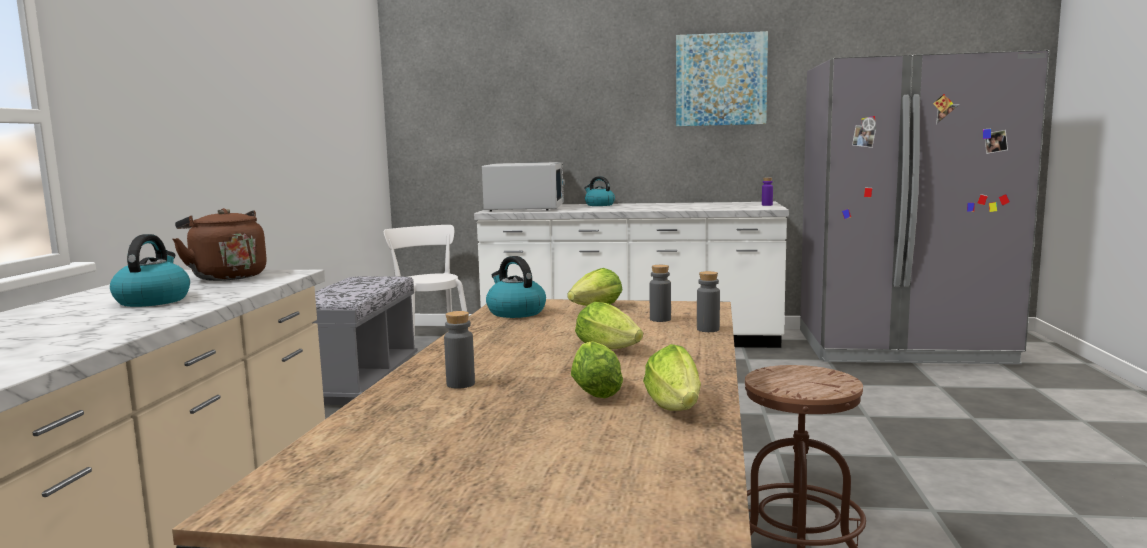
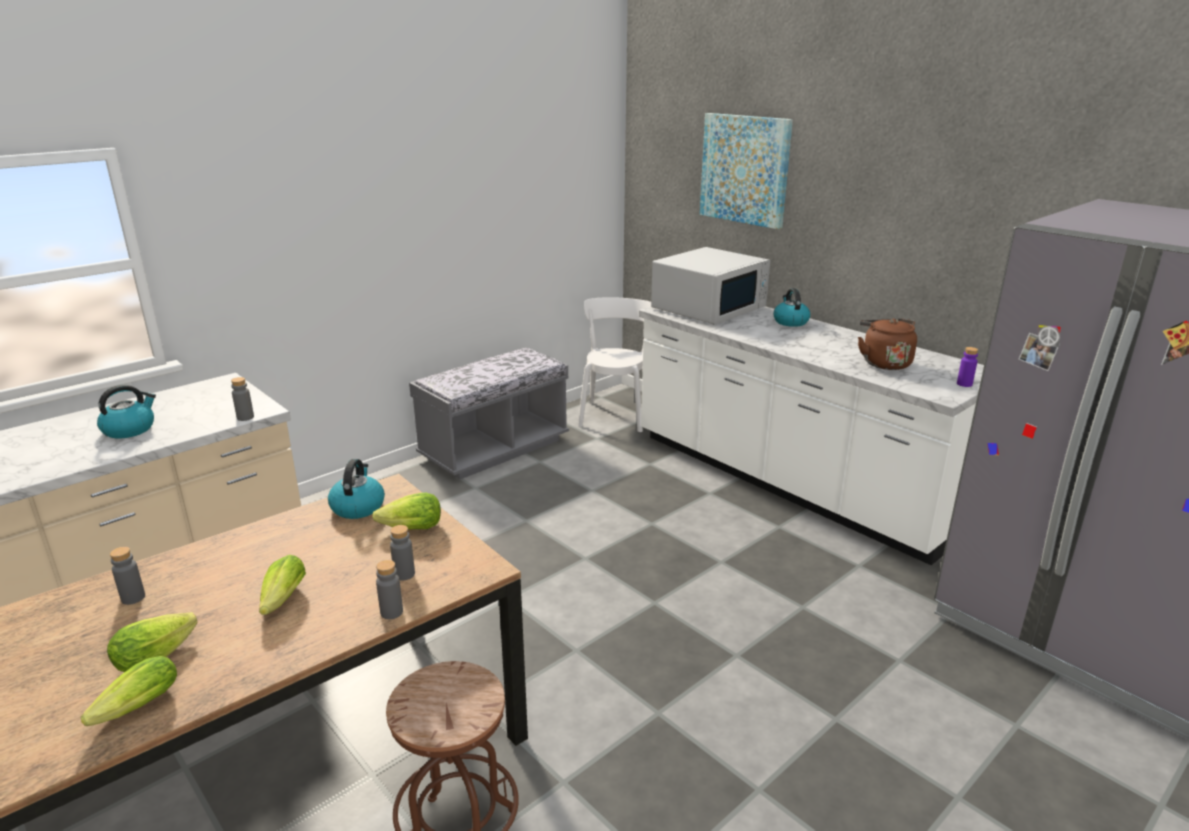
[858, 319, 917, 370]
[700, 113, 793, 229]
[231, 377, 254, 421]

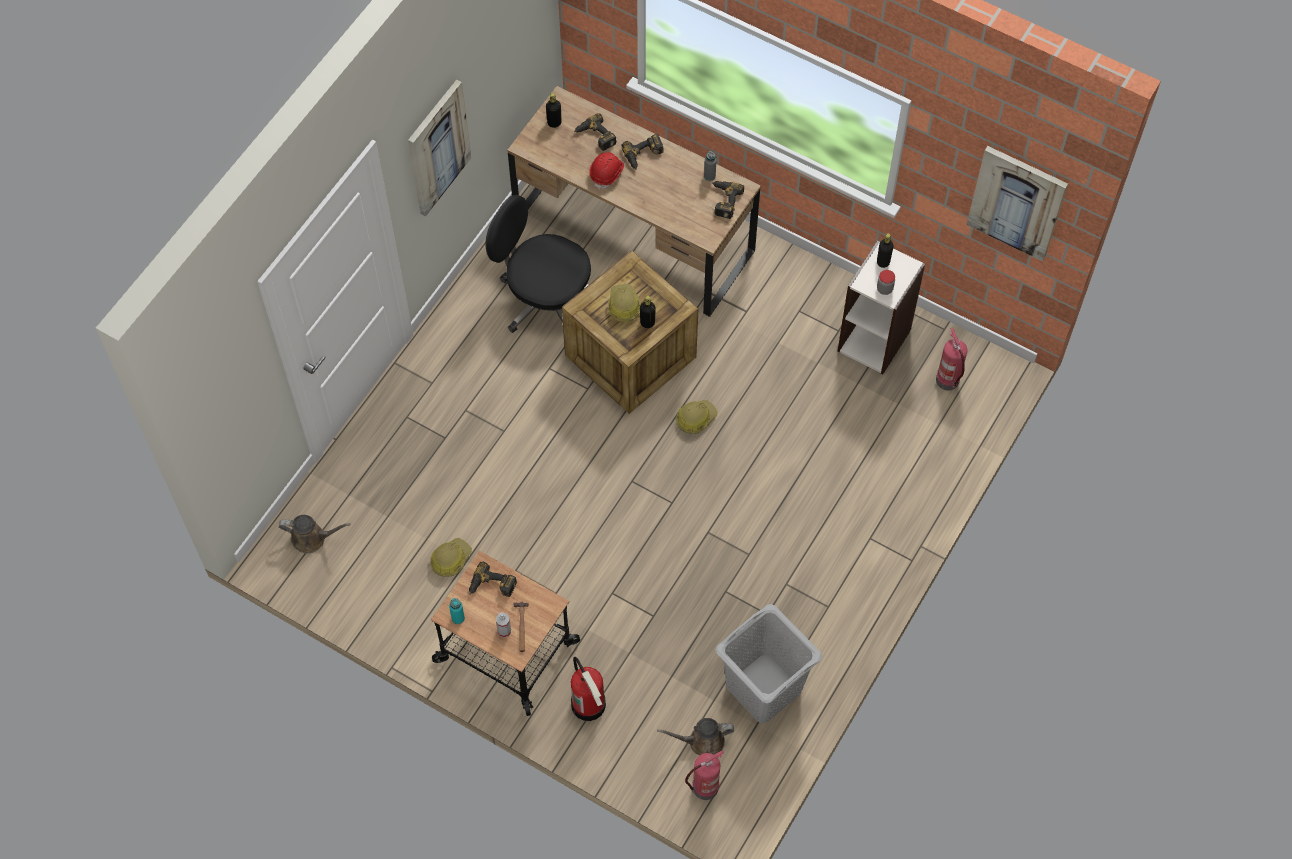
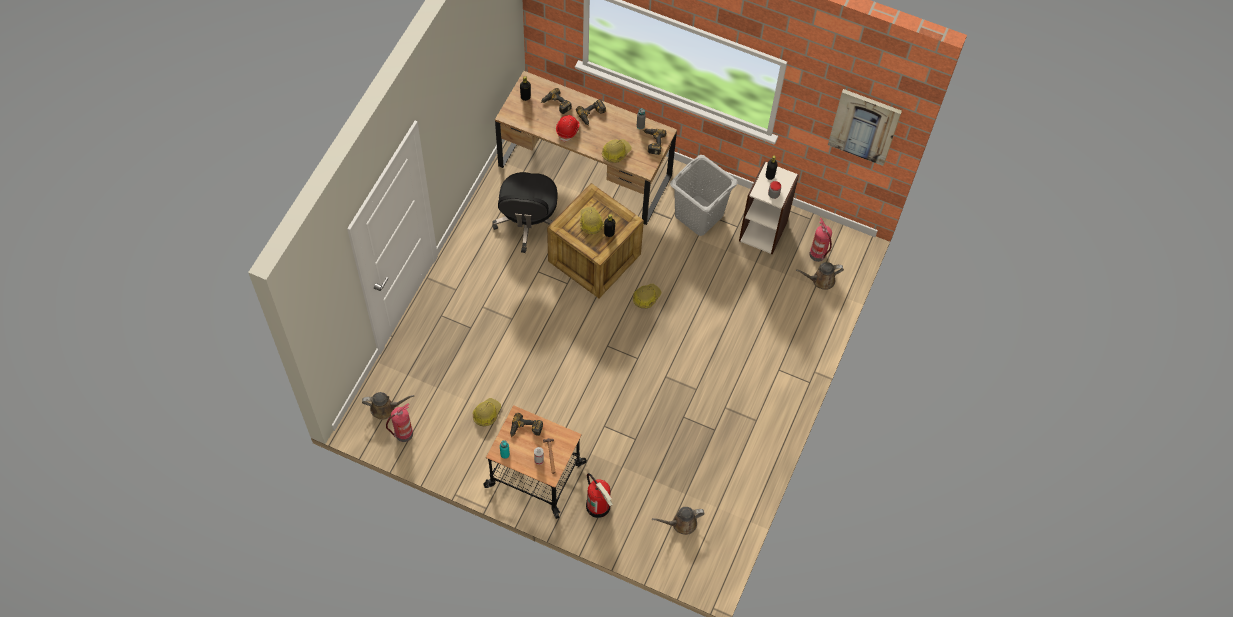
[408, 79, 471, 217] (first image)
[492, 172, 558, 253]
[386, 403, 413, 442]
[670, 155, 738, 236]
[602, 139, 632, 163]
[796, 262, 844, 290]

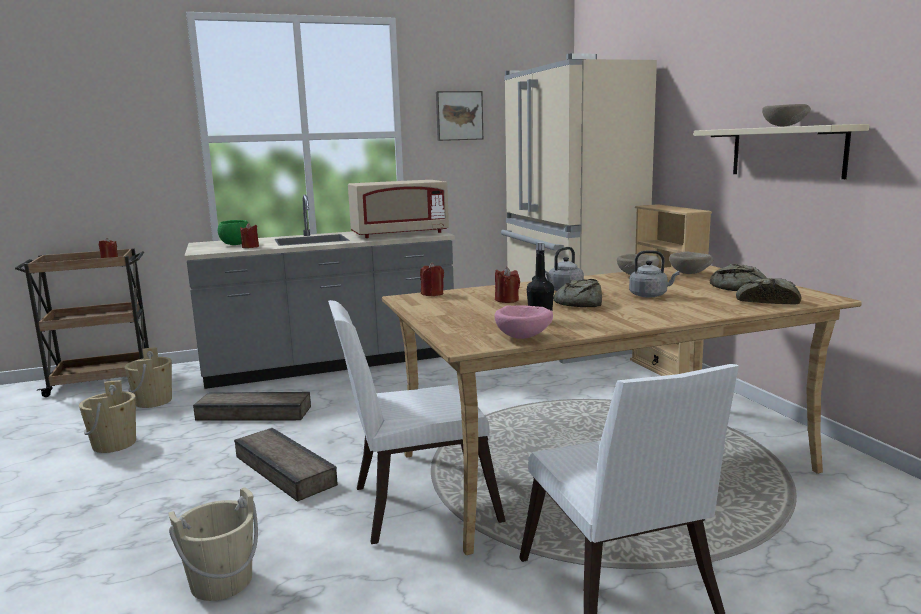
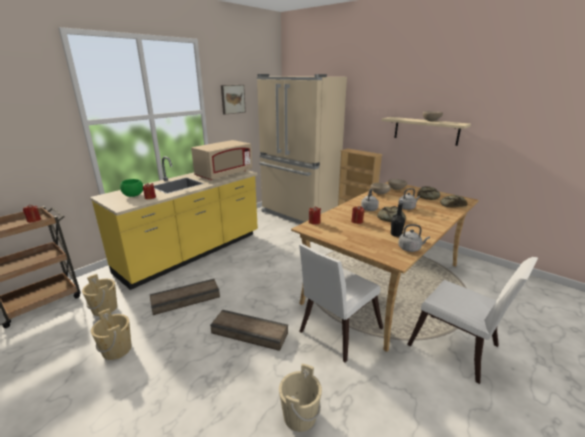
[90, 156, 258, 290]
[398, 224, 430, 252]

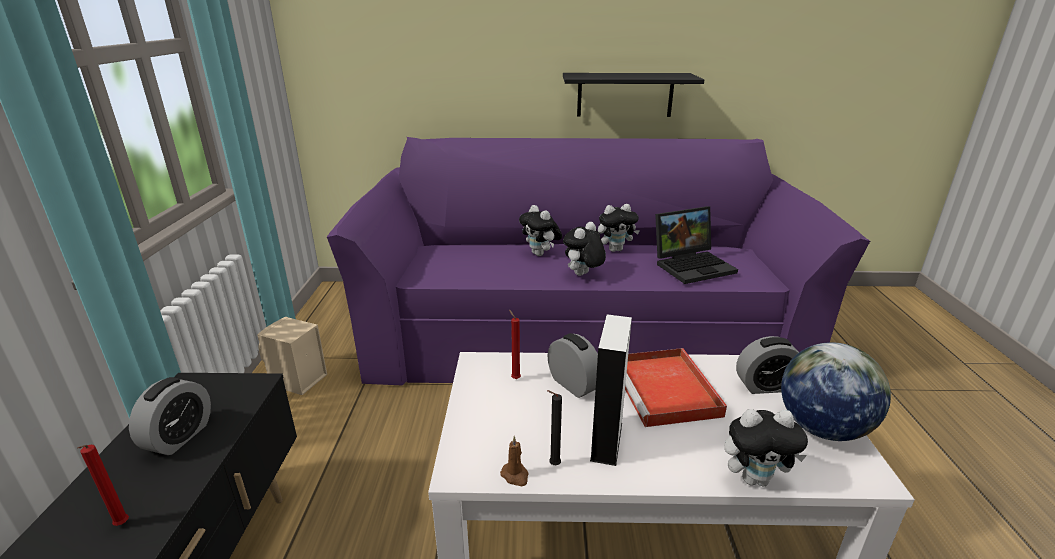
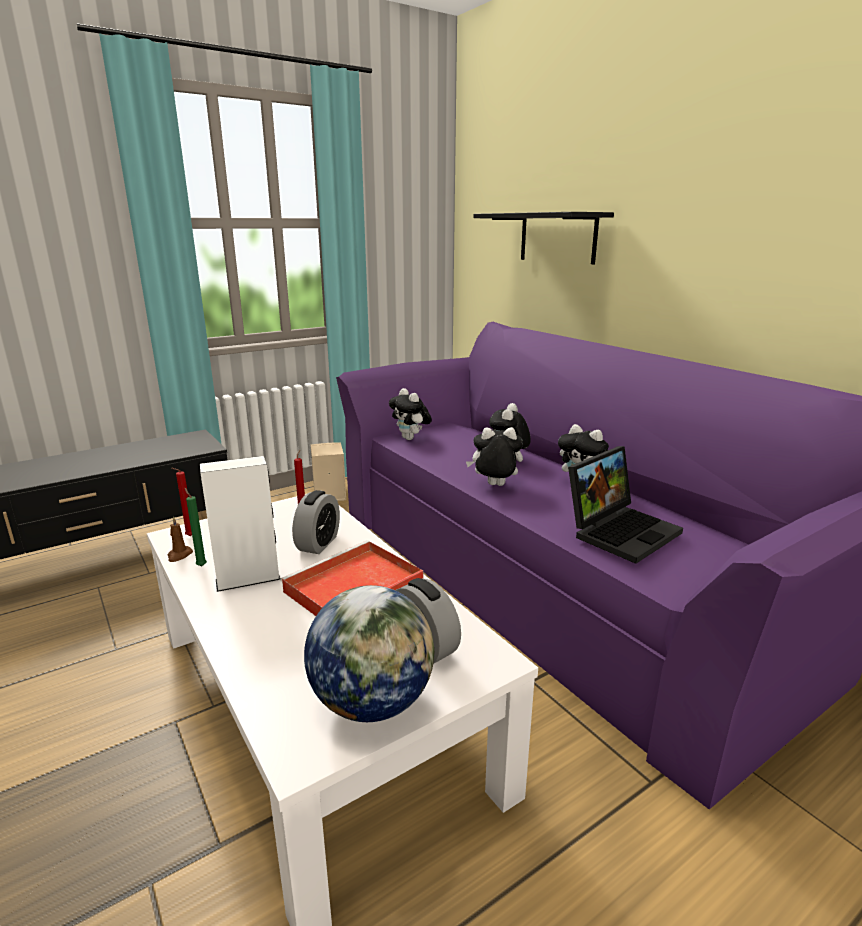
[172, 468, 192, 536]
[129, 377, 211, 455] (first image)
[185, 488, 207, 566]
[473, 212, 614, 264]
[568, 446, 683, 564]
[389, 388, 432, 440]

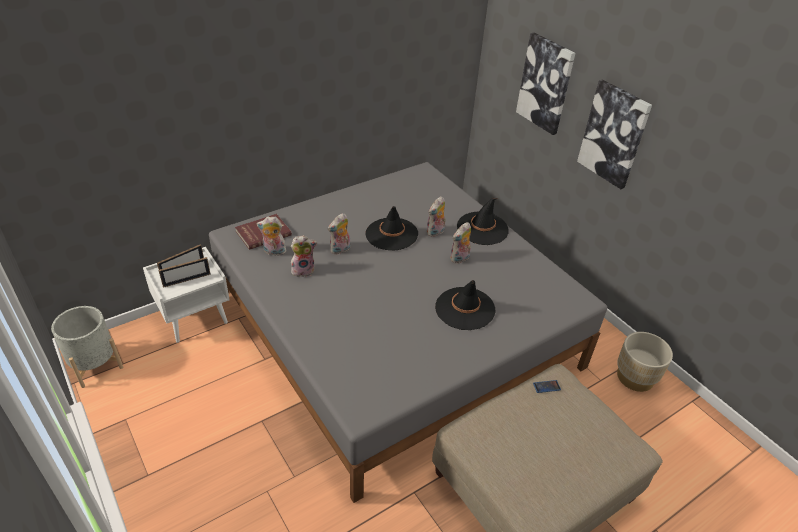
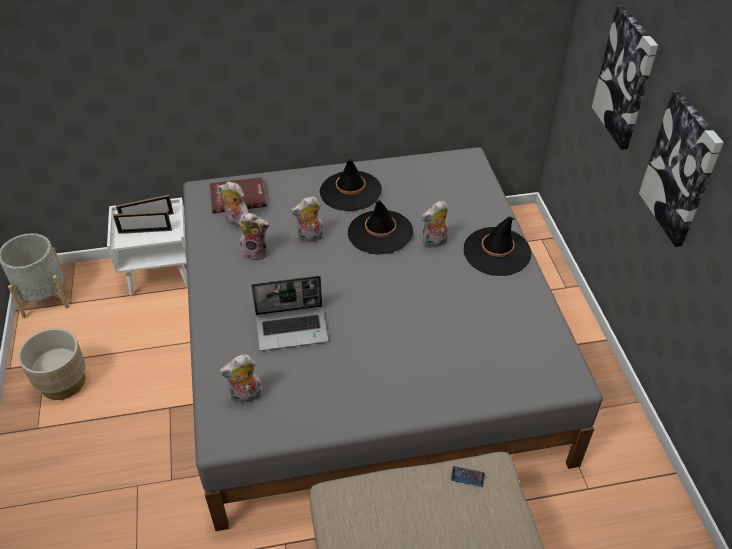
[320, 159, 382, 211]
[219, 354, 262, 404]
[18, 328, 85, 400]
[251, 276, 329, 351]

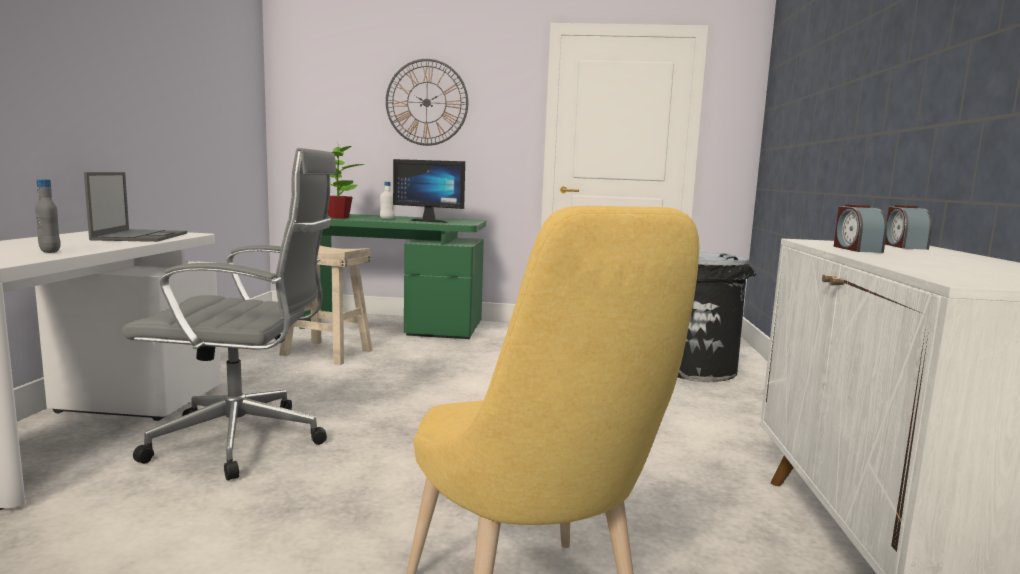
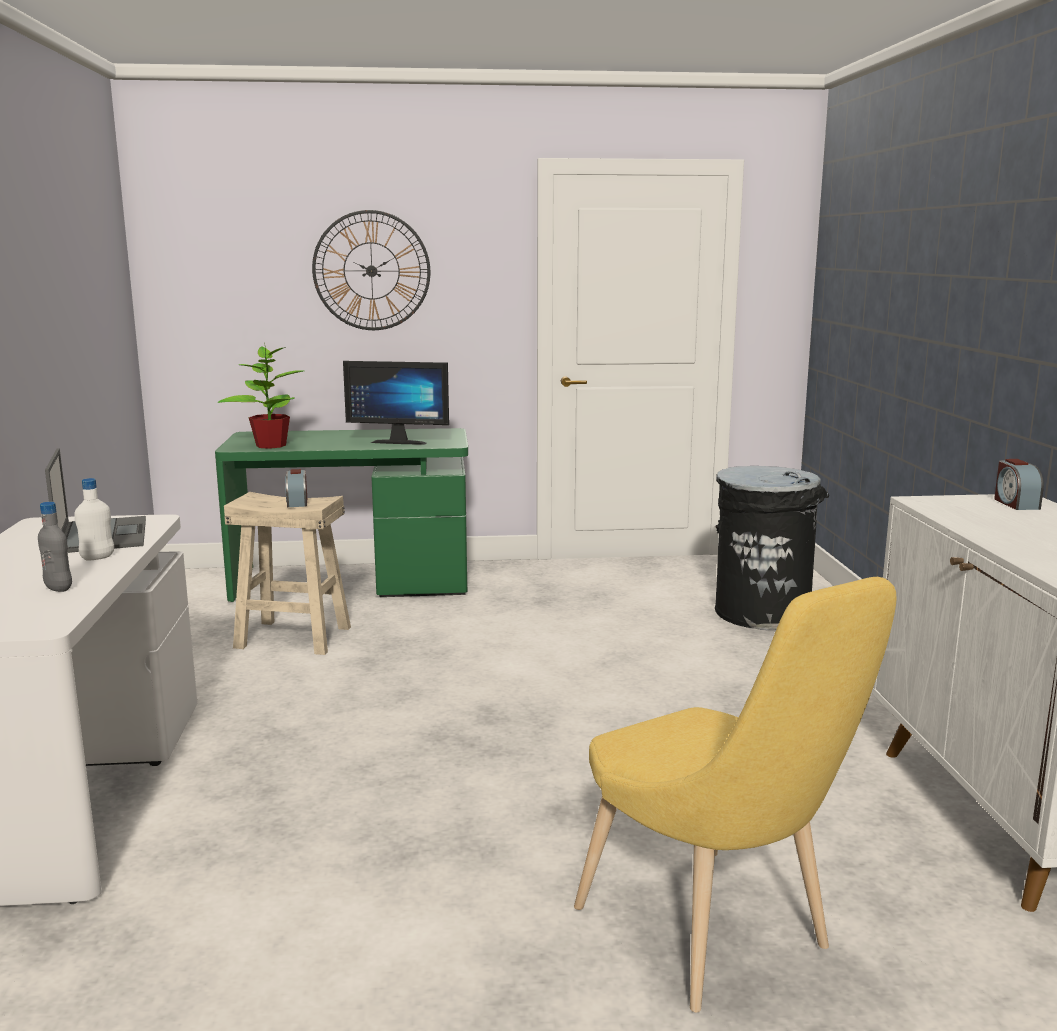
[121, 148, 337, 481] (first image)
[74, 478, 114, 560]
[285, 469, 307, 507]

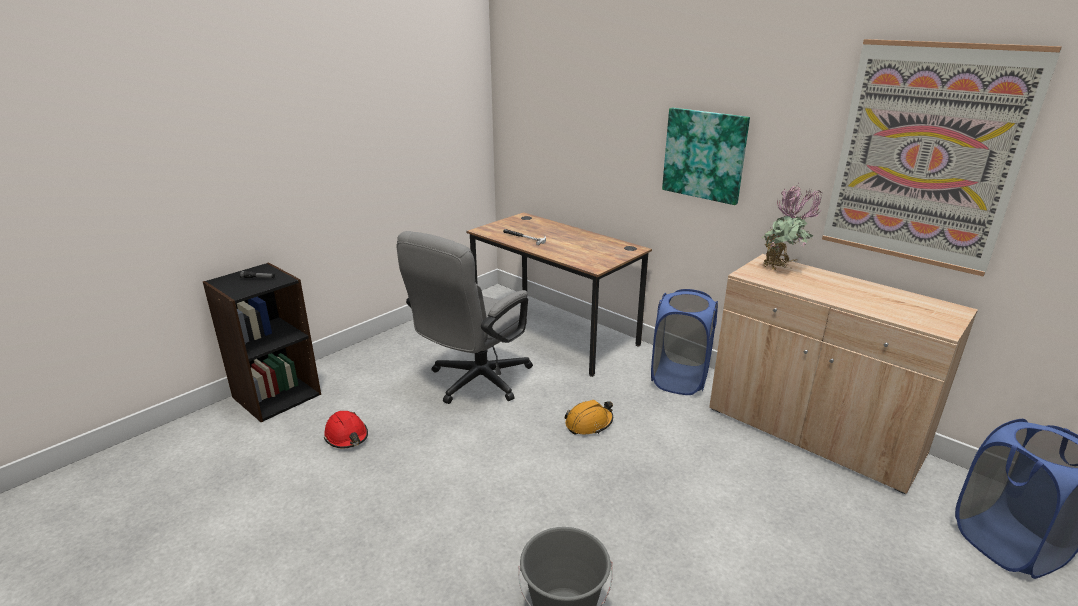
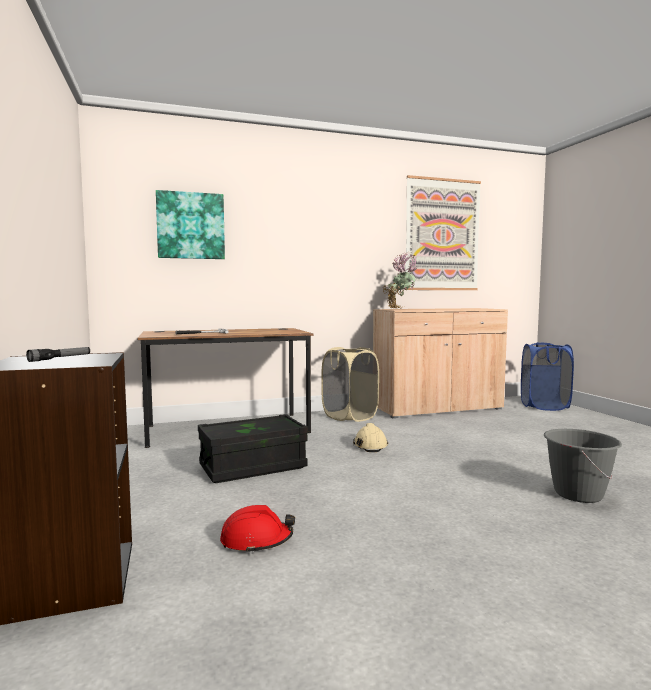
[198, 414, 308, 483]
[353, 423, 388, 452]
[322, 347, 379, 422]
[156, 190, 225, 259]

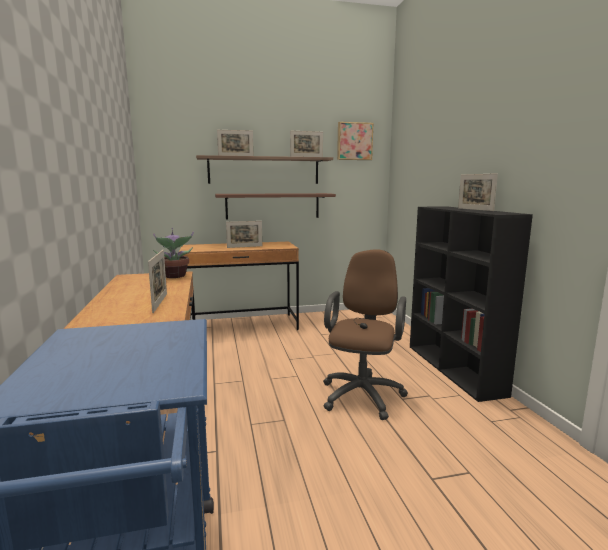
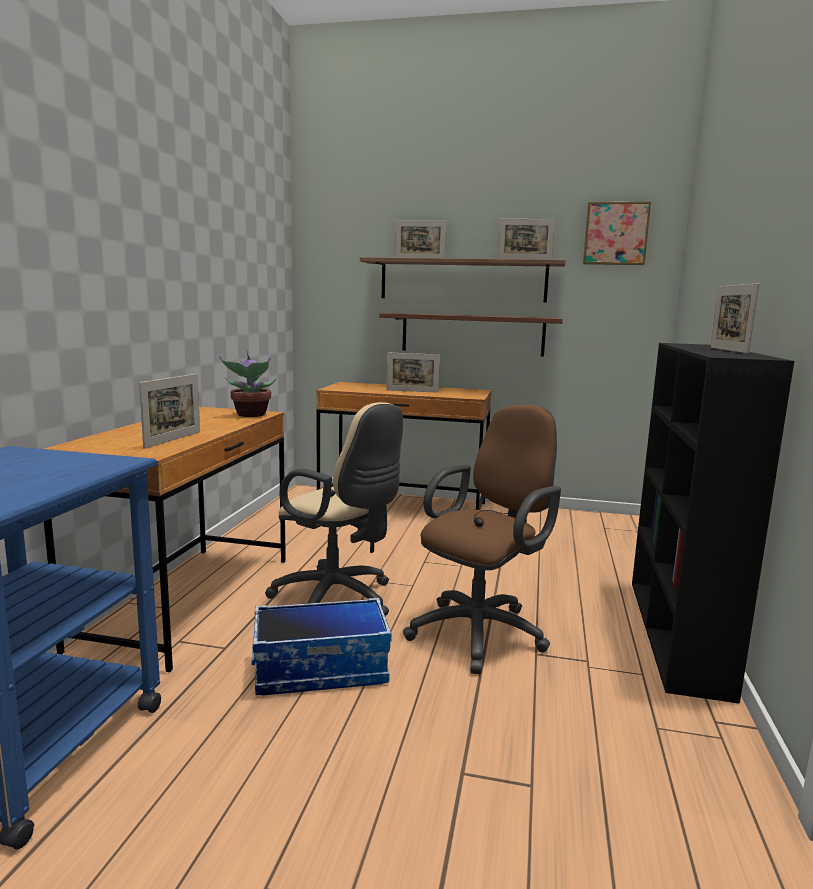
[251, 598, 391, 696]
[265, 402, 403, 616]

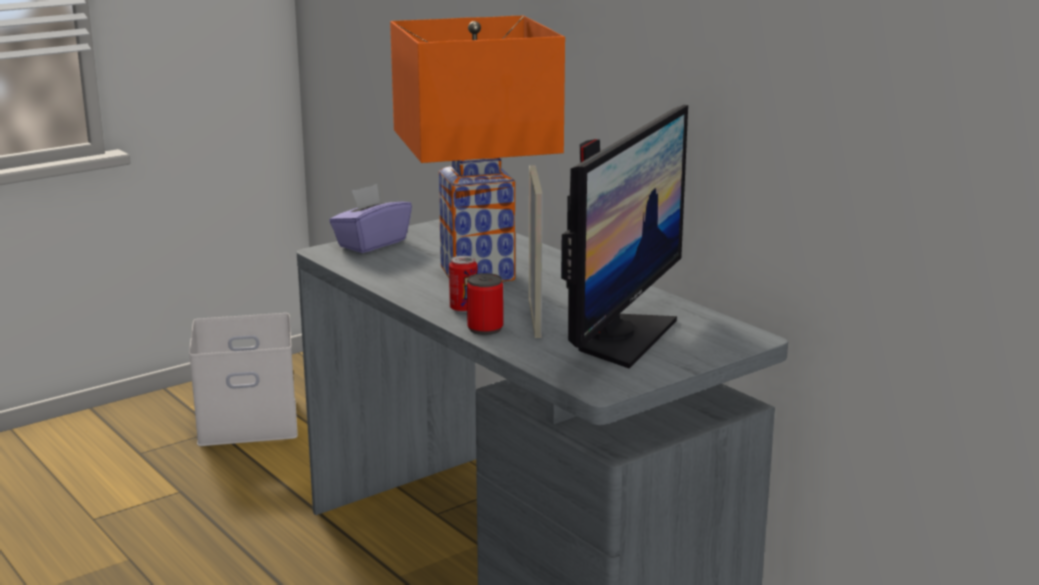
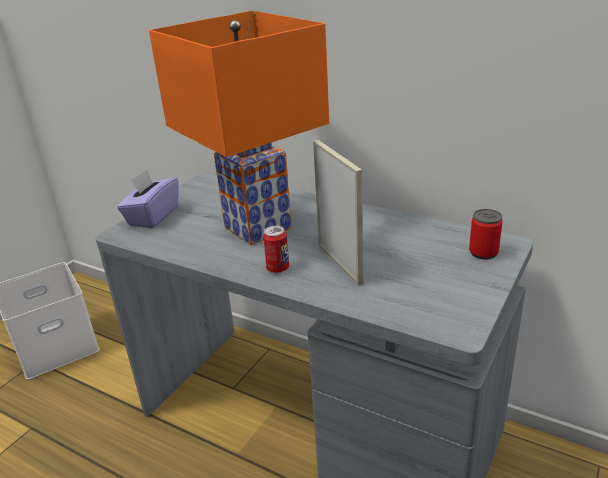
[469, 209, 503, 260]
[561, 105, 688, 369] (first image)

